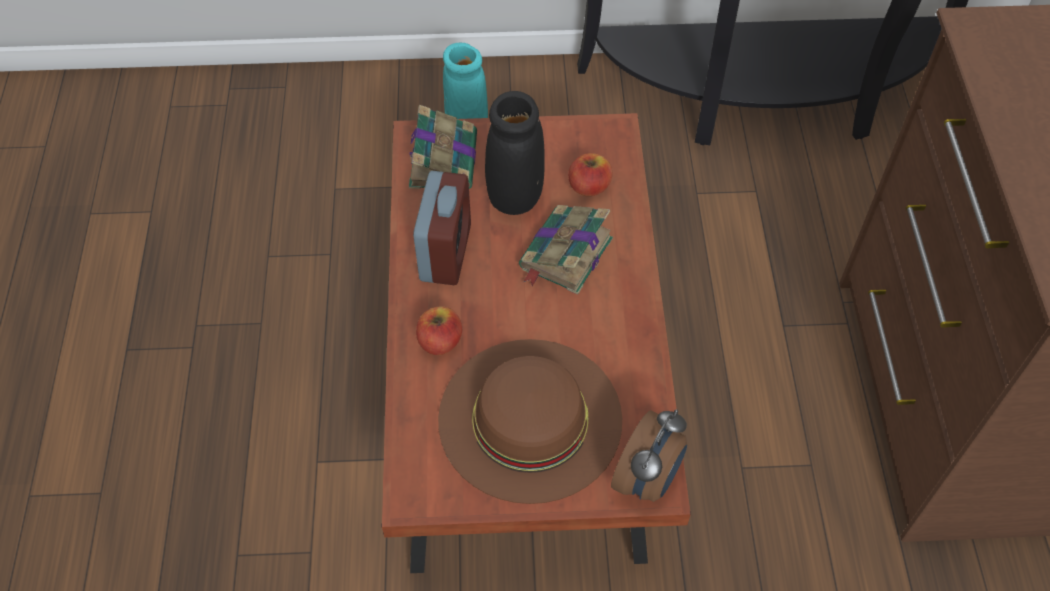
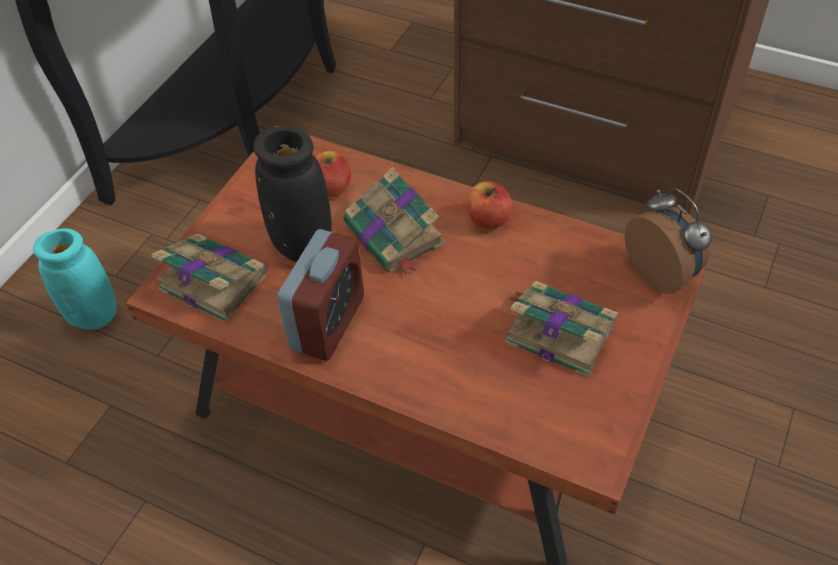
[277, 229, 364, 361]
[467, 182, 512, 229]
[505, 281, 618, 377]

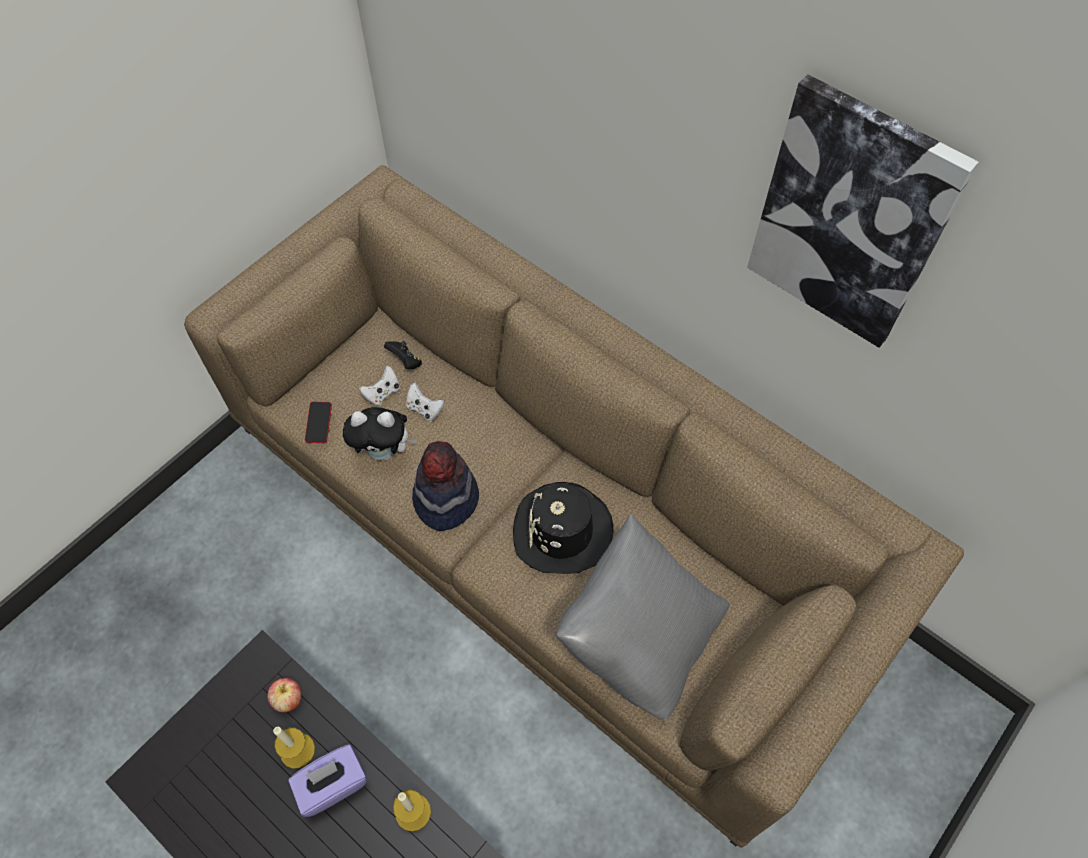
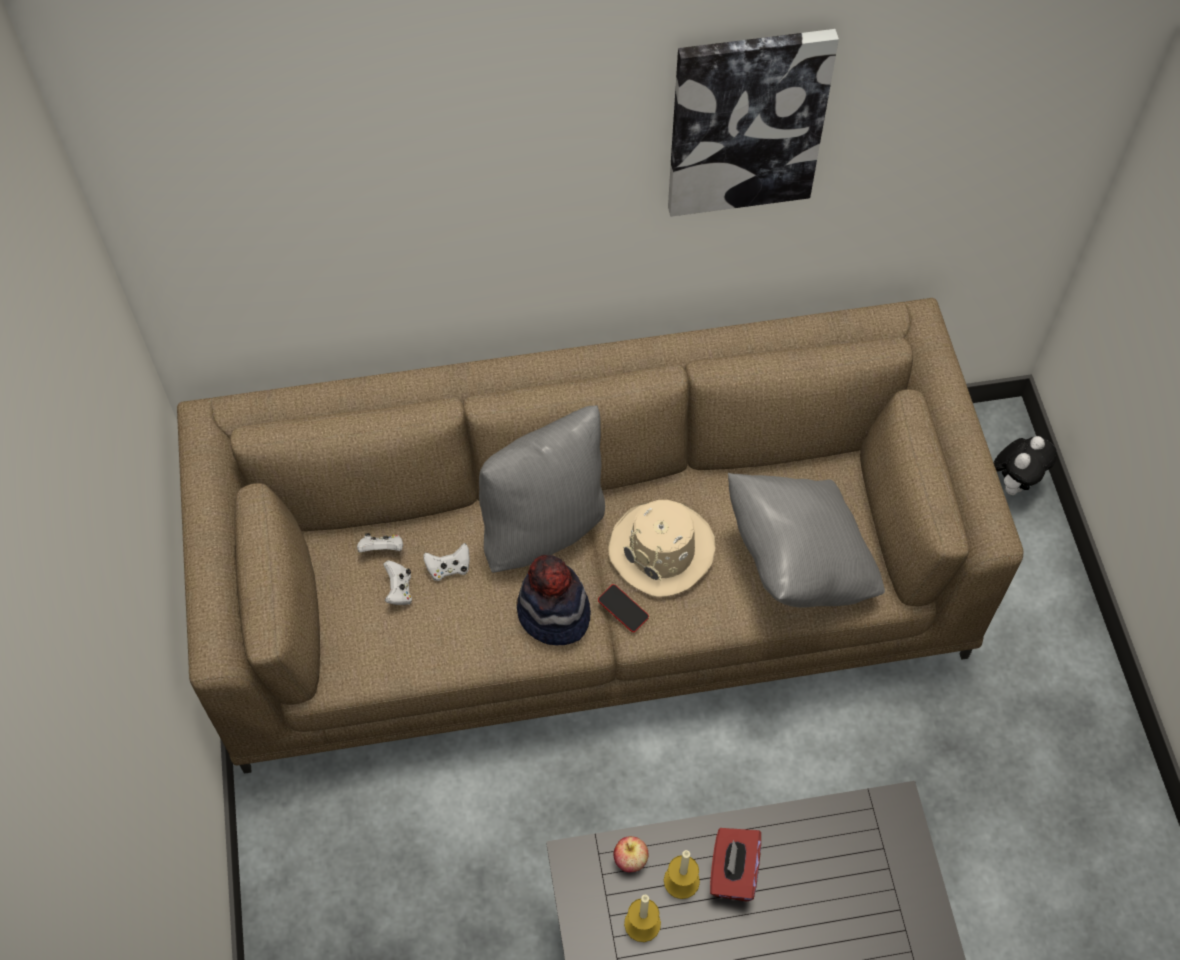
[710, 828, 761, 902]
[598, 584, 649, 632]
[994, 436, 1057, 495]
[357, 533, 403, 552]
[624, 895, 661, 942]
[608, 500, 716, 597]
[479, 405, 605, 572]

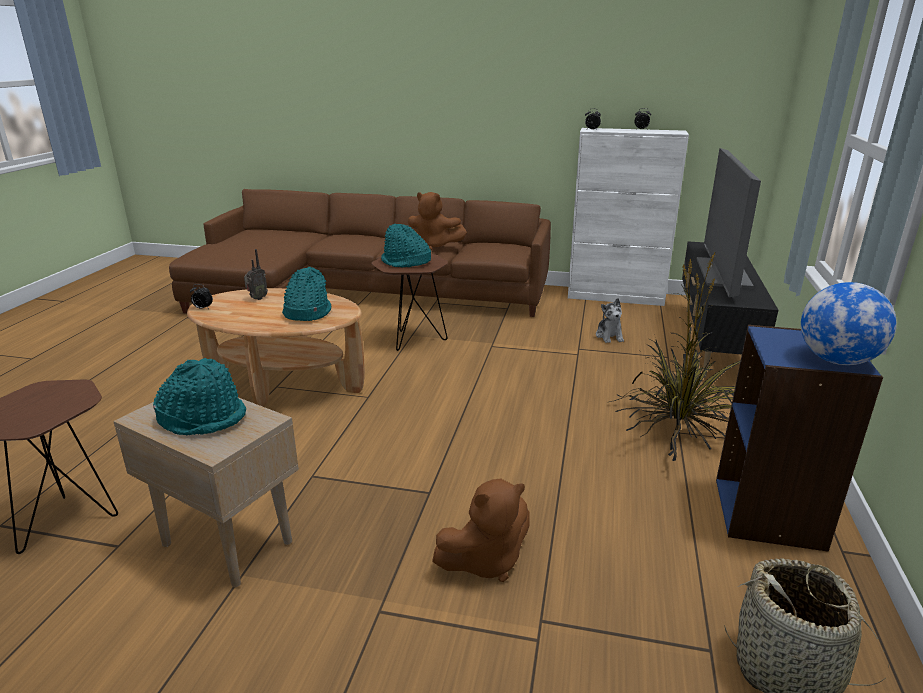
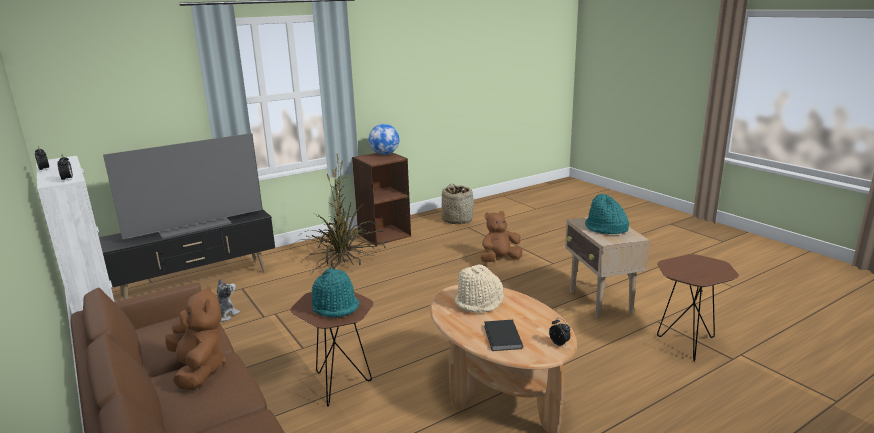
[484, 320, 523, 351]
[455, 264, 504, 313]
[481, 211, 522, 262]
[352, 153, 411, 246]

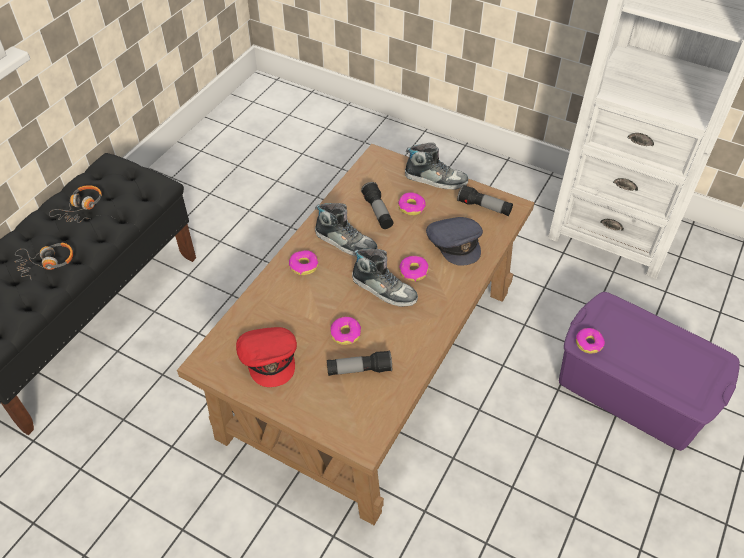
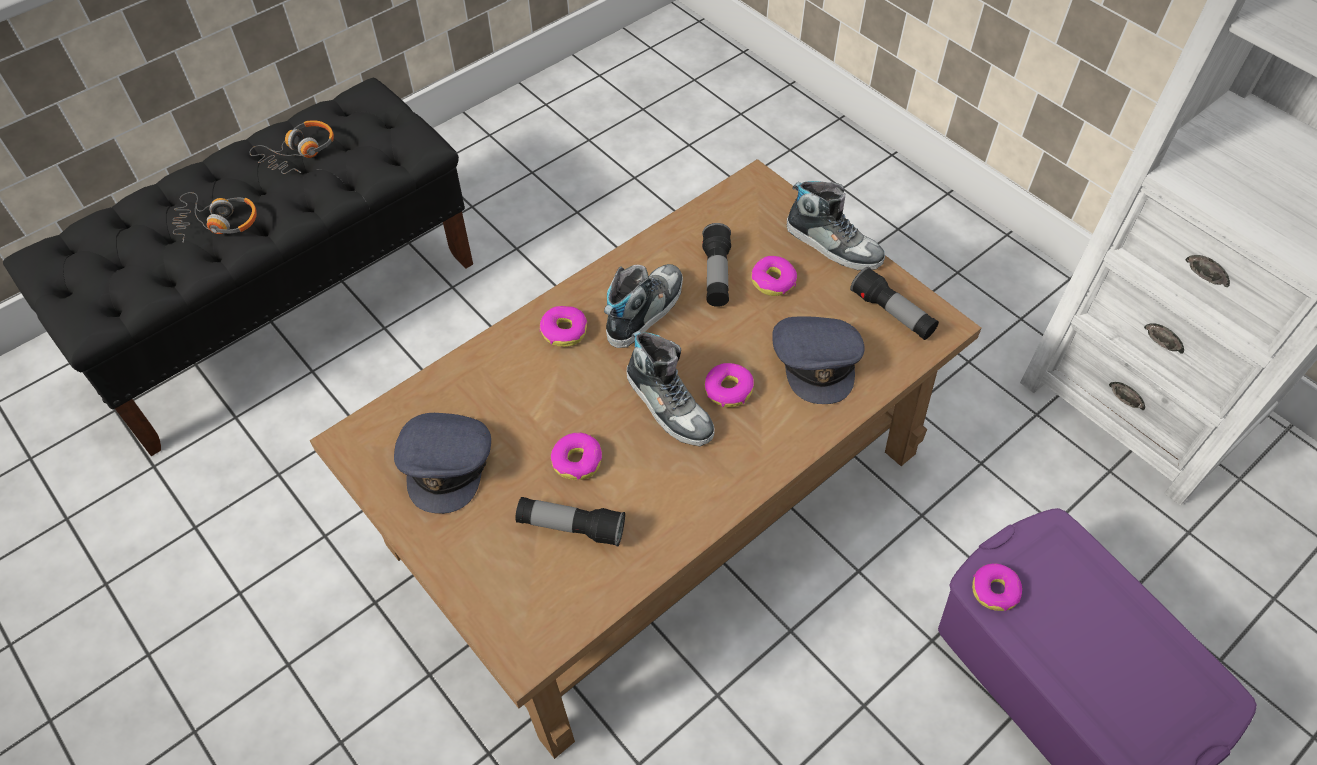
[394, 413, 491, 514]
[604, 264, 683, 348]

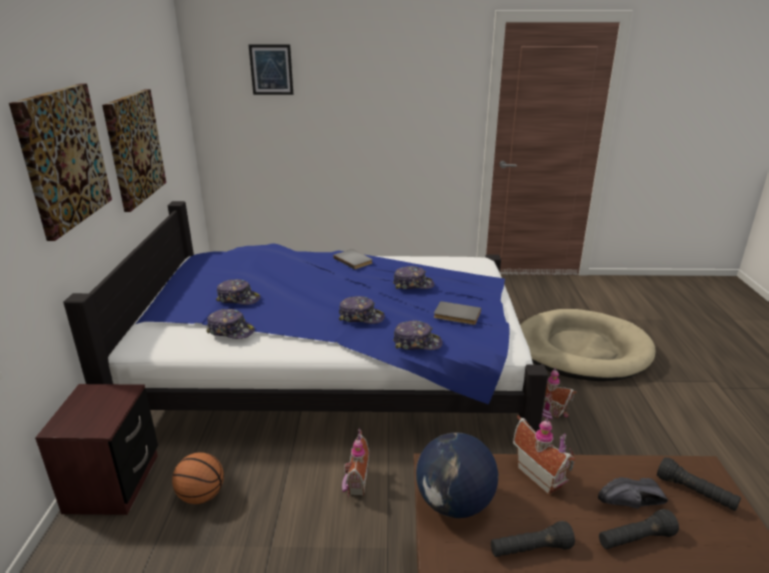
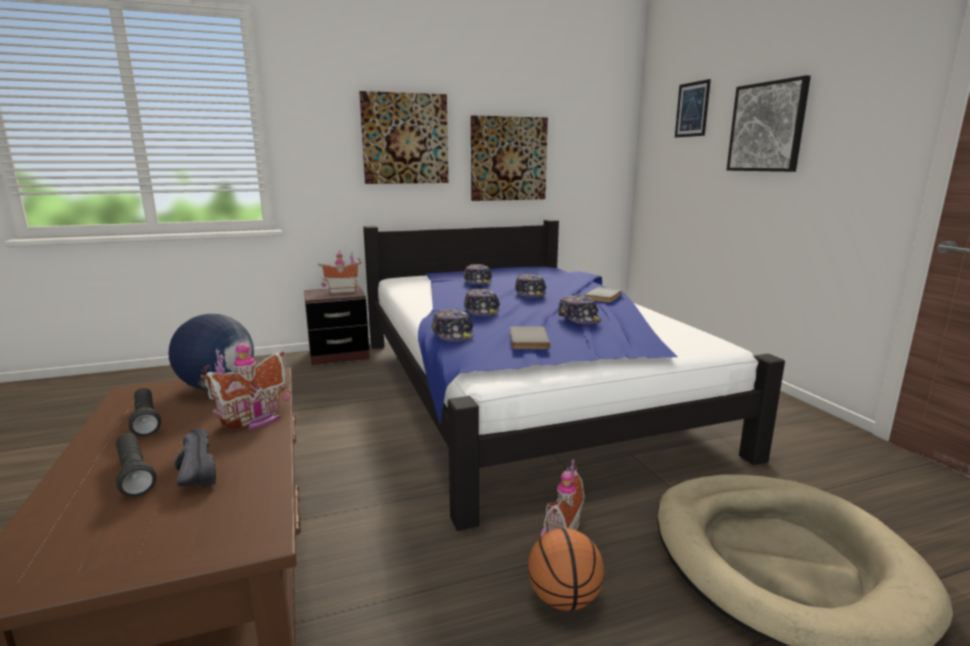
[528, 528, 604, 611]
[515, 274, 547, 298]
[318, 251, 362, 294]
[657, 457, 741, 511] (first image)
[727, 75, 811, 172]

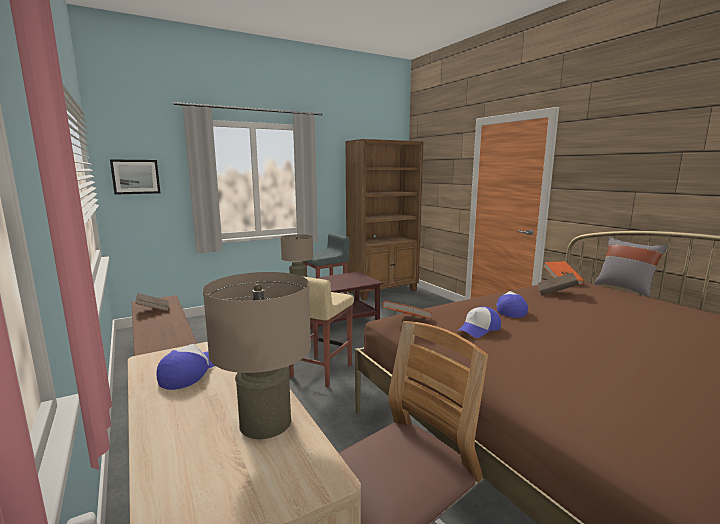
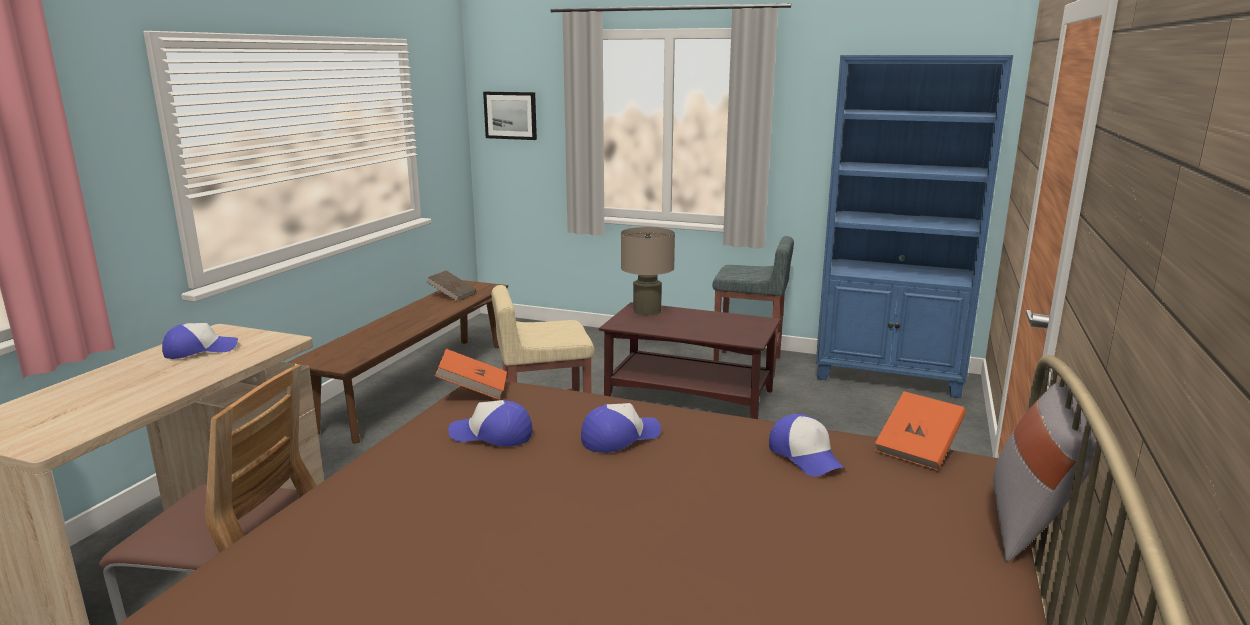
[203, 272, 311, 439] (first image)
[816, 55, 1013, 398]
[769, 414, 846, 476]

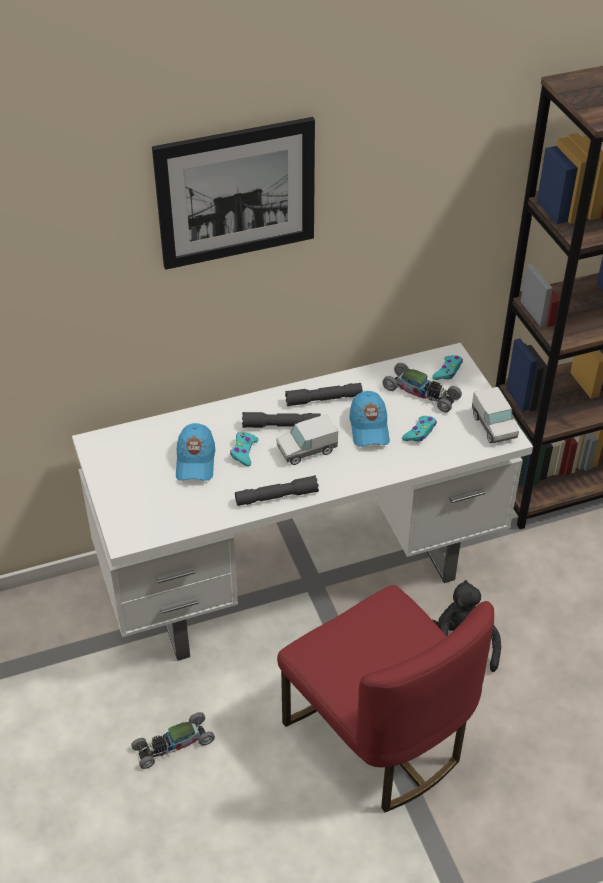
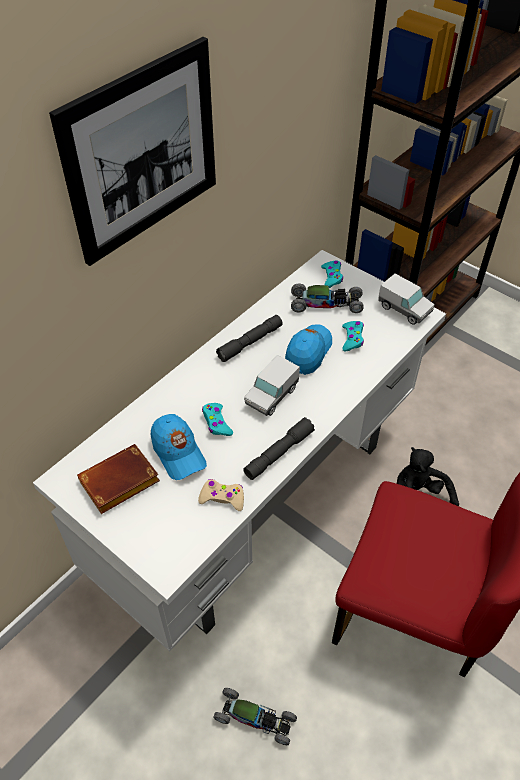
[213, 688, 297, 745]
[242, 412, 321, 428] (first image)
[285, 324, 332, 375]
[77, 444, 160, 514]
[198, 479, 244, 511]

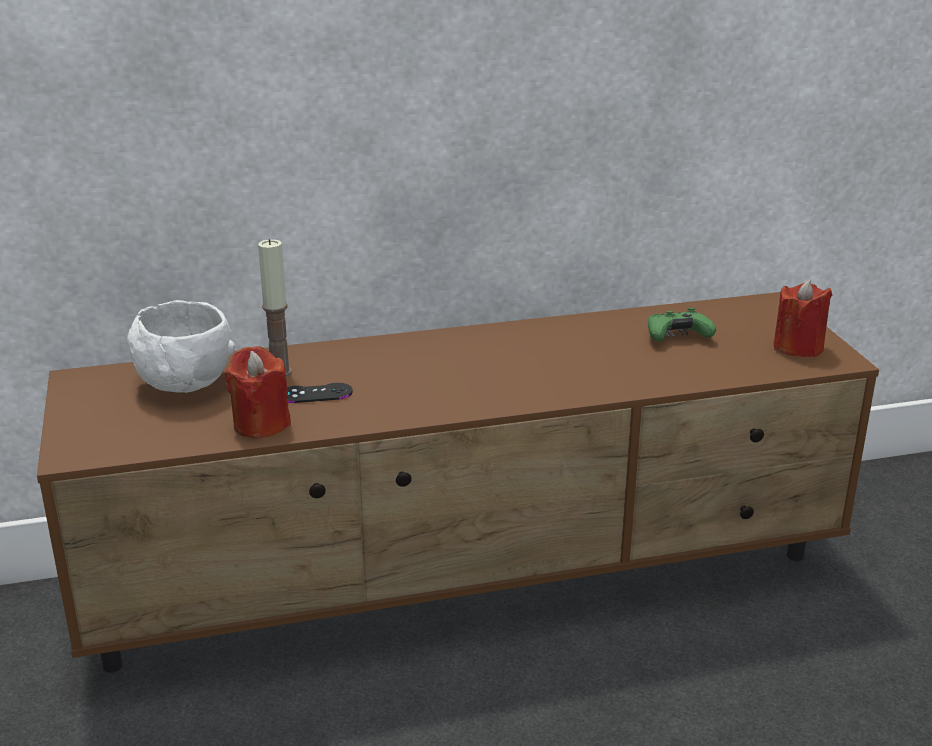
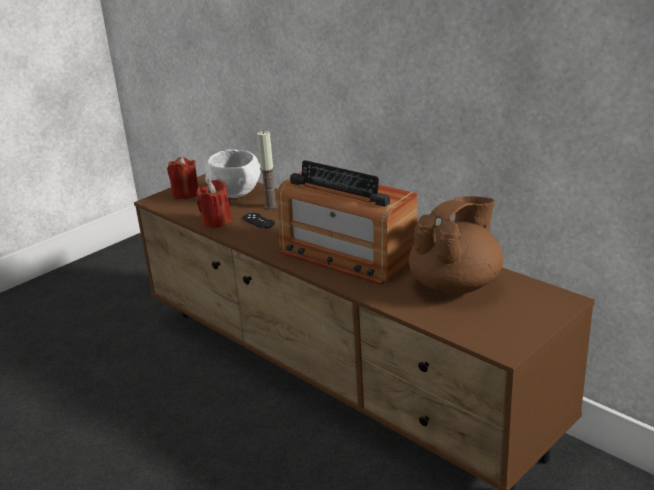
[409, 196, 503, 295]
[167, 156, 198, 199]
[277, 160, 417, 285]

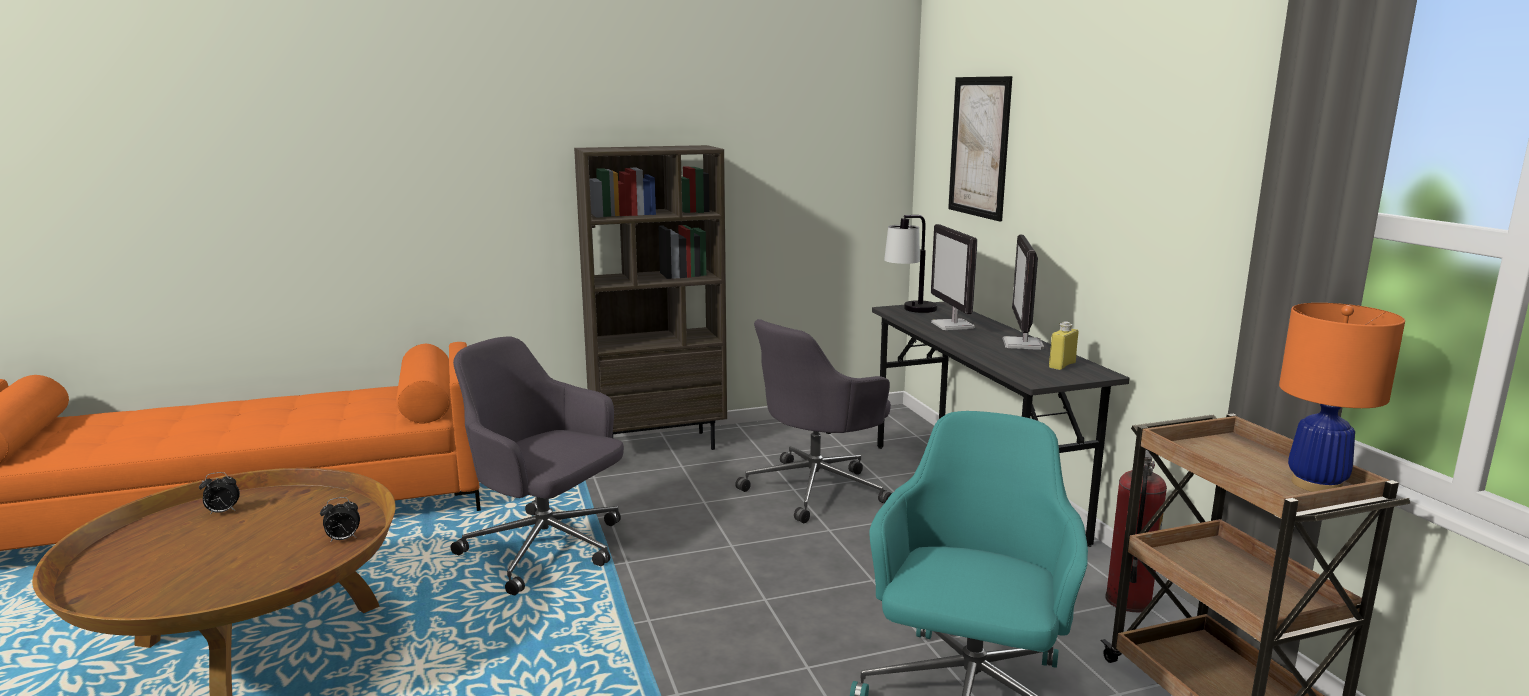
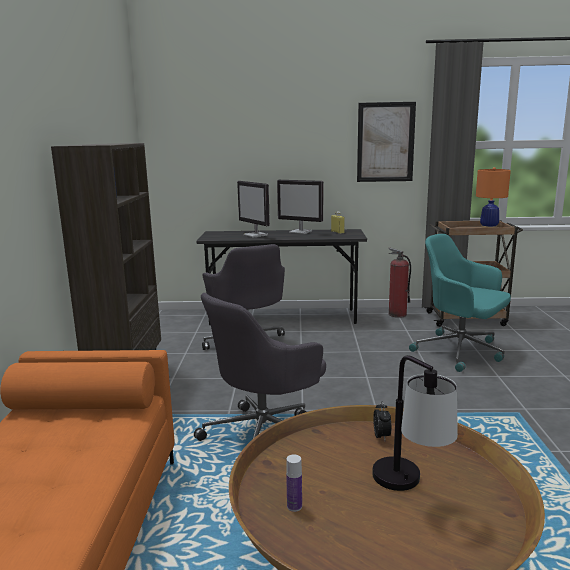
[286, 454, 302, 512]
[372, 355, 458, 491]
[237, 181, 270, 238]
[357, 102, 416, 182]

